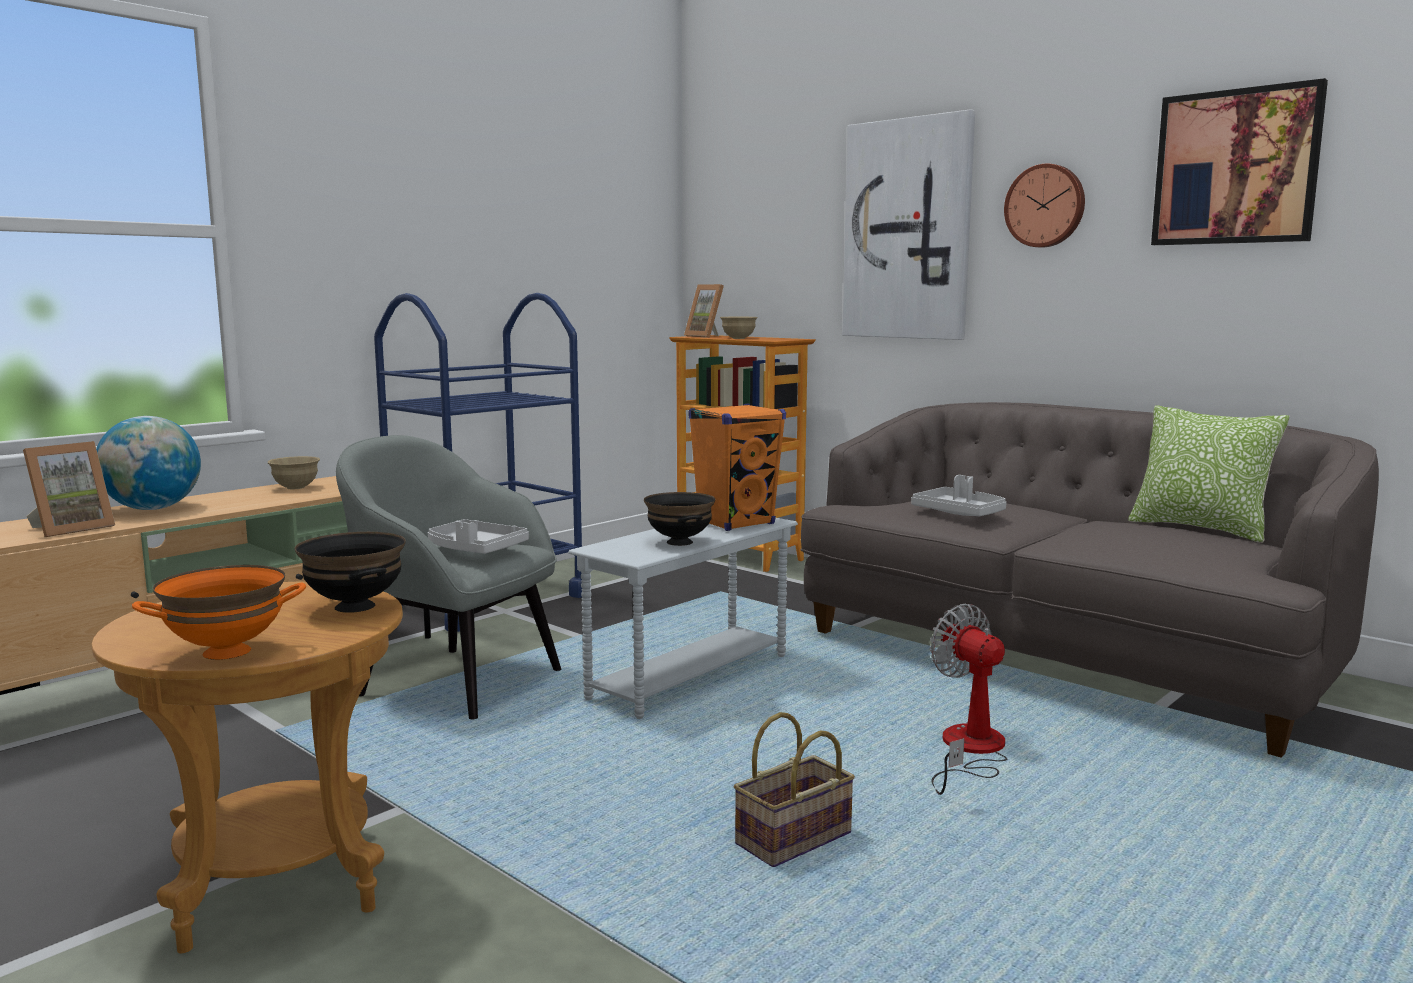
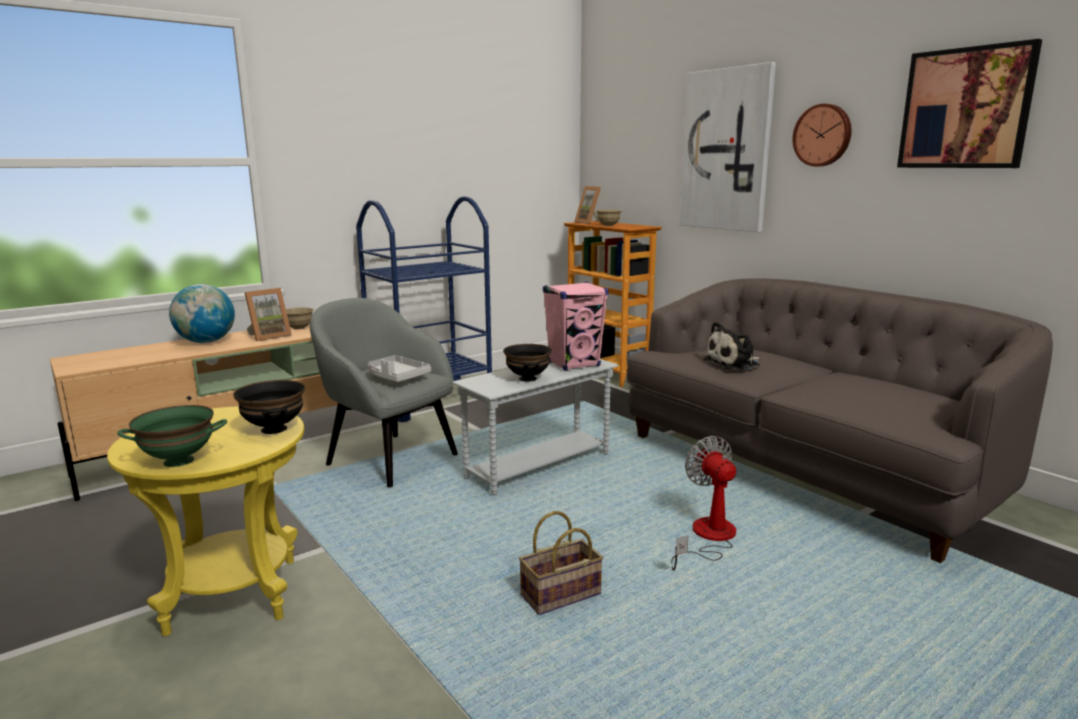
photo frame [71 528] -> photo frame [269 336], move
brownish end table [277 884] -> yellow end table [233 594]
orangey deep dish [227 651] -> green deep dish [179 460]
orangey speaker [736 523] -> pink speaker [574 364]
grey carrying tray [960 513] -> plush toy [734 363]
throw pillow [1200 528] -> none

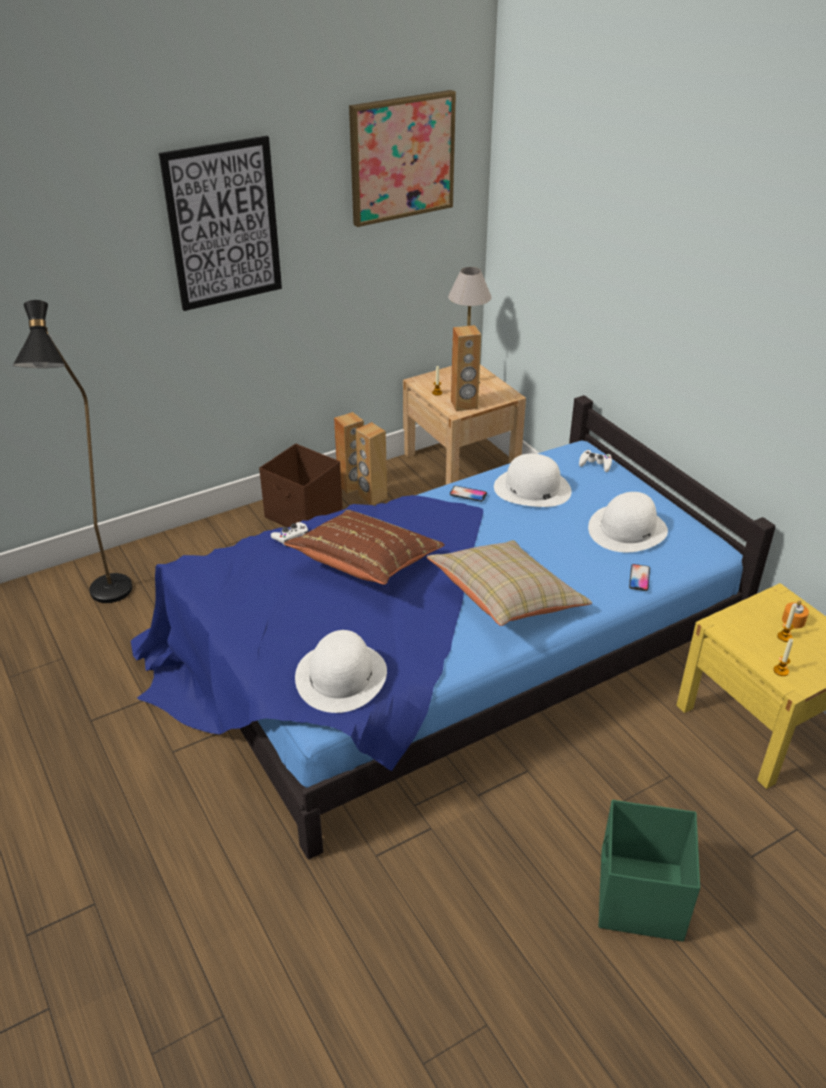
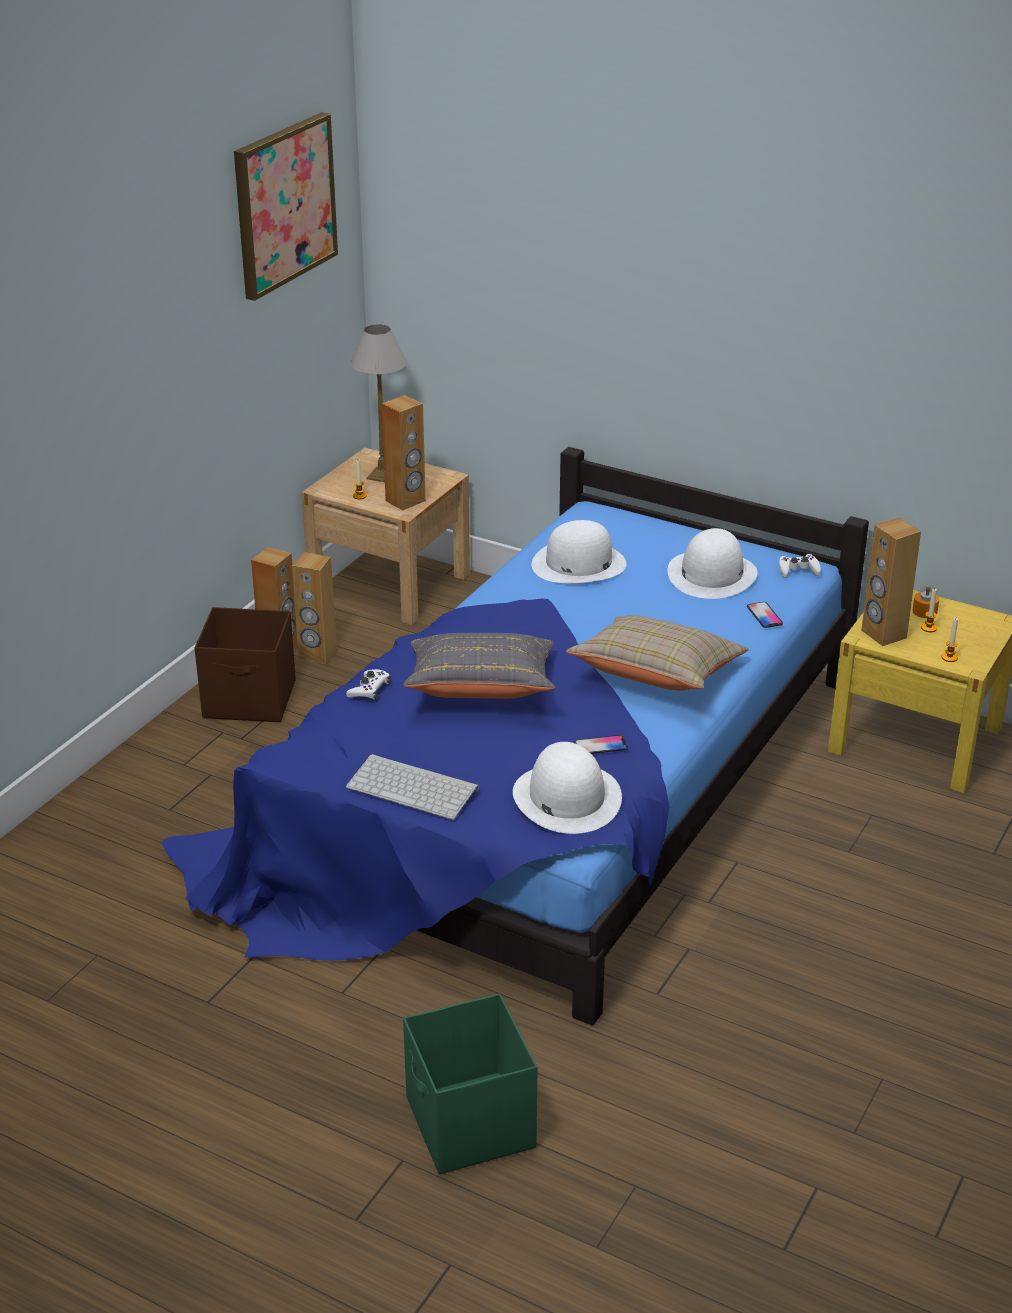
blackish floor lamp [109 600] -> none
wall picture [223 224] -> none
brownish throw pillow [366 564] -> grey throw pillow [481 690]
handset [468 494] -> handset [600 746], move
whitish gamepad [595 464] -> whitish gamepad [798 570], move
green storage container [639 898] -> green storage container [470 1125], move
none -> computer keyboard [414 787]
none -> brownish speaker [883 634]

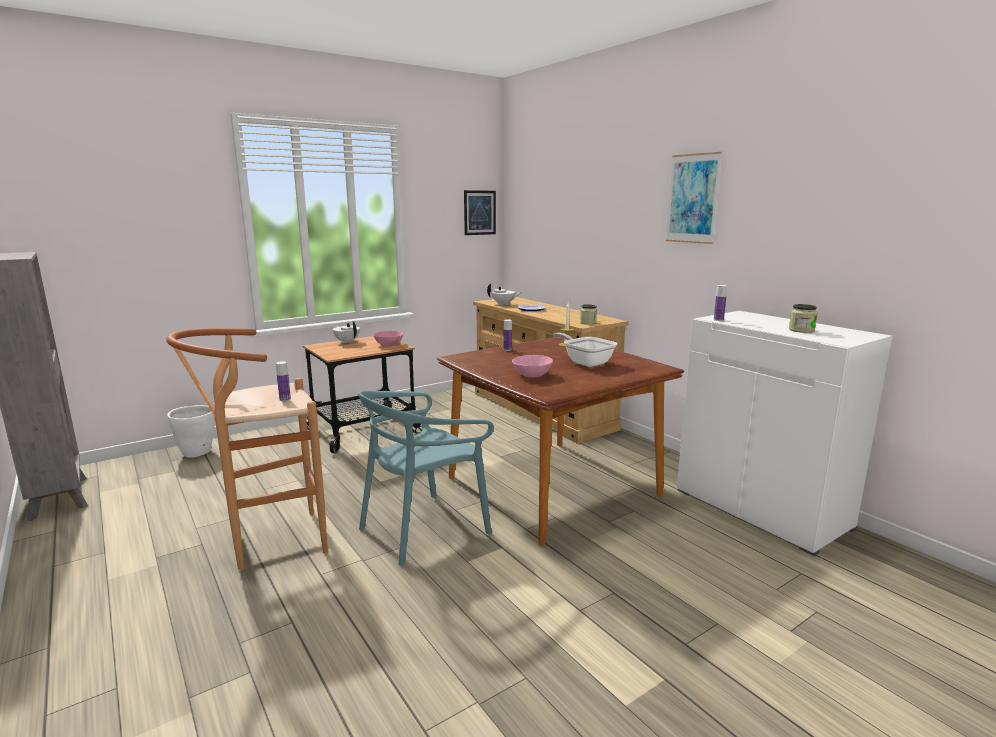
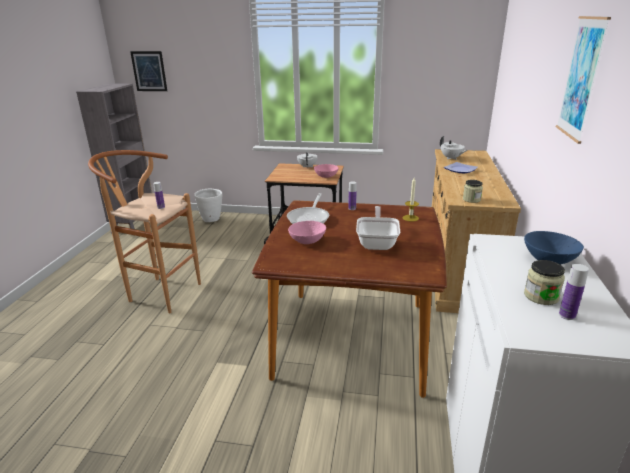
blue-green plain chair [424 528] -> none
wall picture [479 212] -> wall picture [149 71], move
beverage bottle [718 320] -> beverage bottle [567 315], move
none -> pan [309 218]
none -> blue deep dish [549 259]

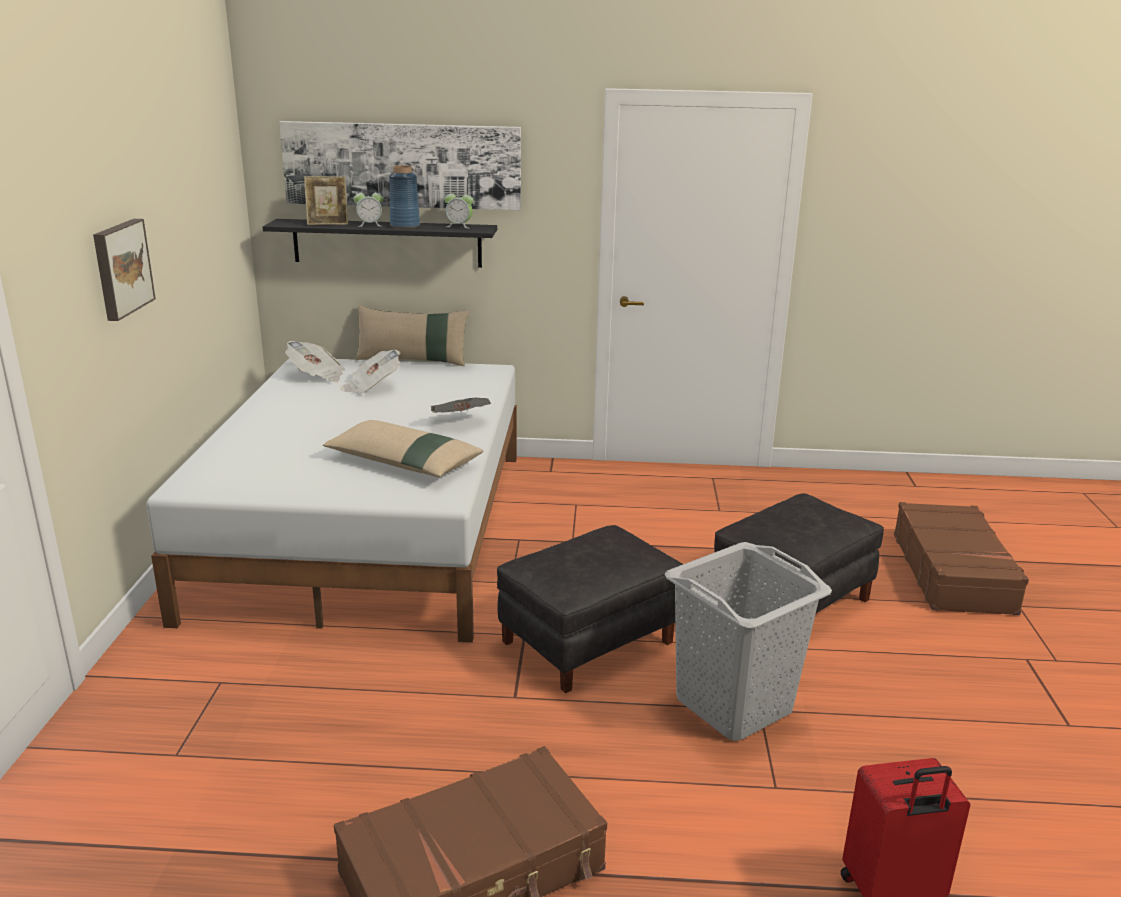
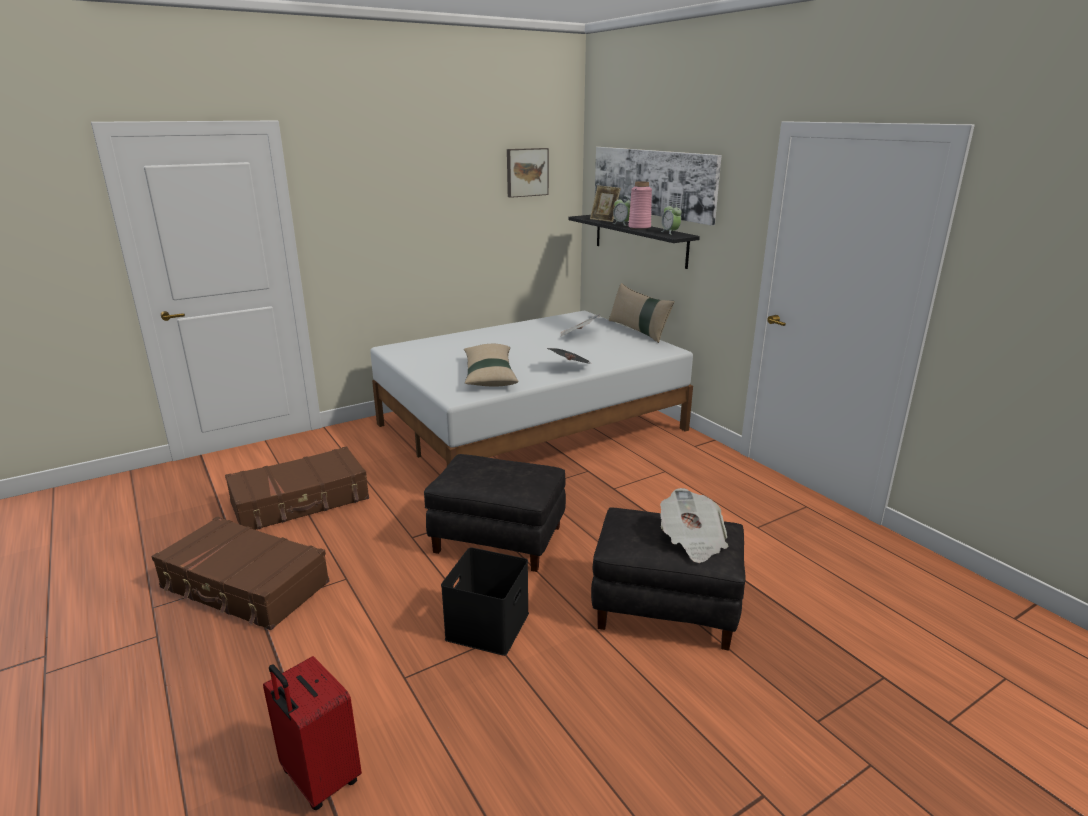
wall picture [121 268] -> wall picture [526 172], move
daily paper [317 376] -> daily paper [692 541], move
blue flower vase [405 226] -> pink flower vase [639 227]
grey laundry basket [732 705] -> blackish storage container [487 624]
brownish suitcase [953 572] -> brownish suitcase [301 501], move

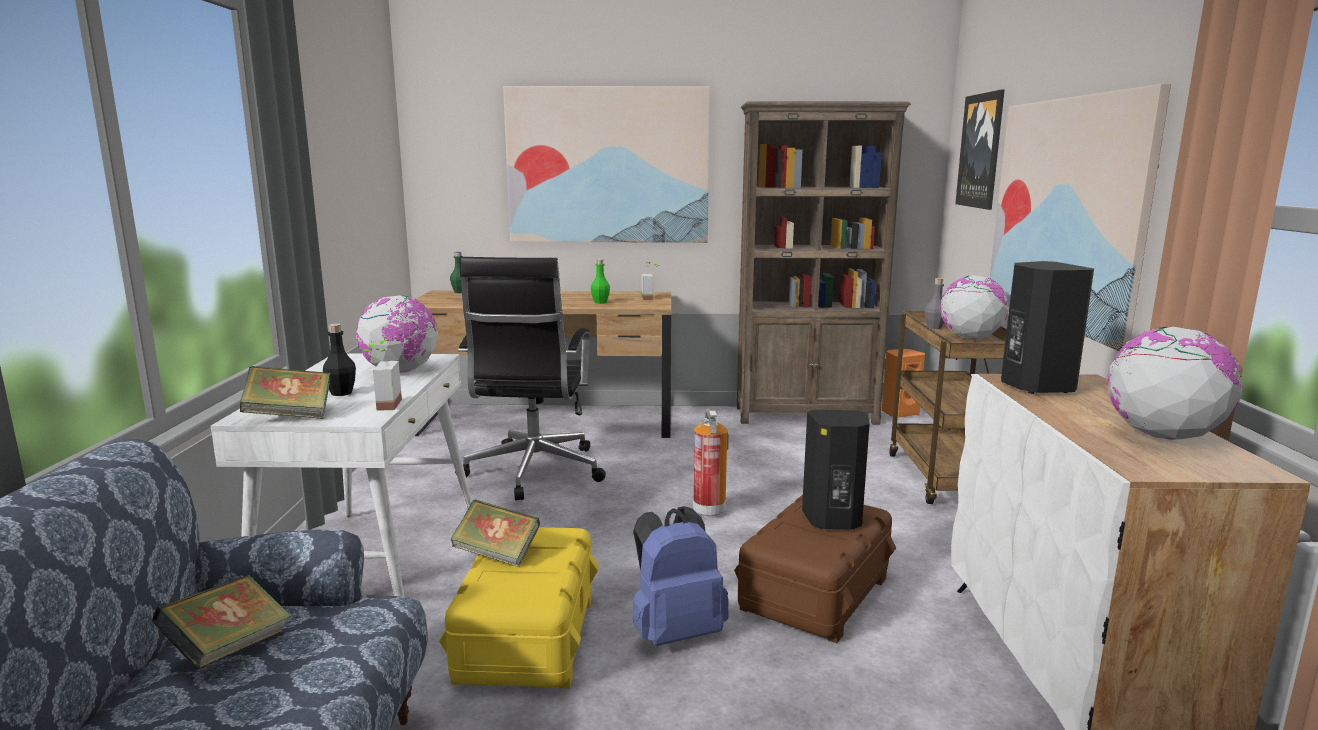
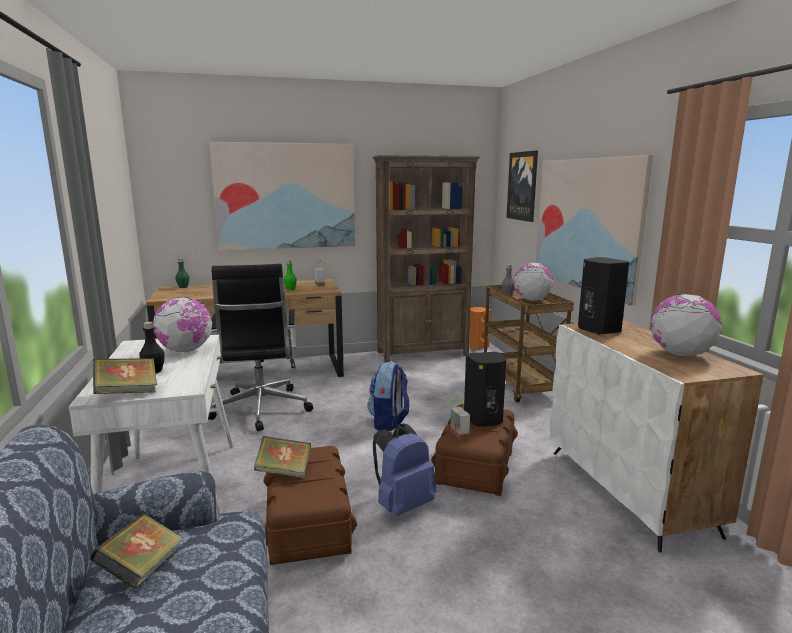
plant in a pot [381 405] -> plant in a pot [455 435], move
yellow storage container [528 638] -> brownish storage container [309 524]
extinguisher [708 511] -> knapsack [389 422]

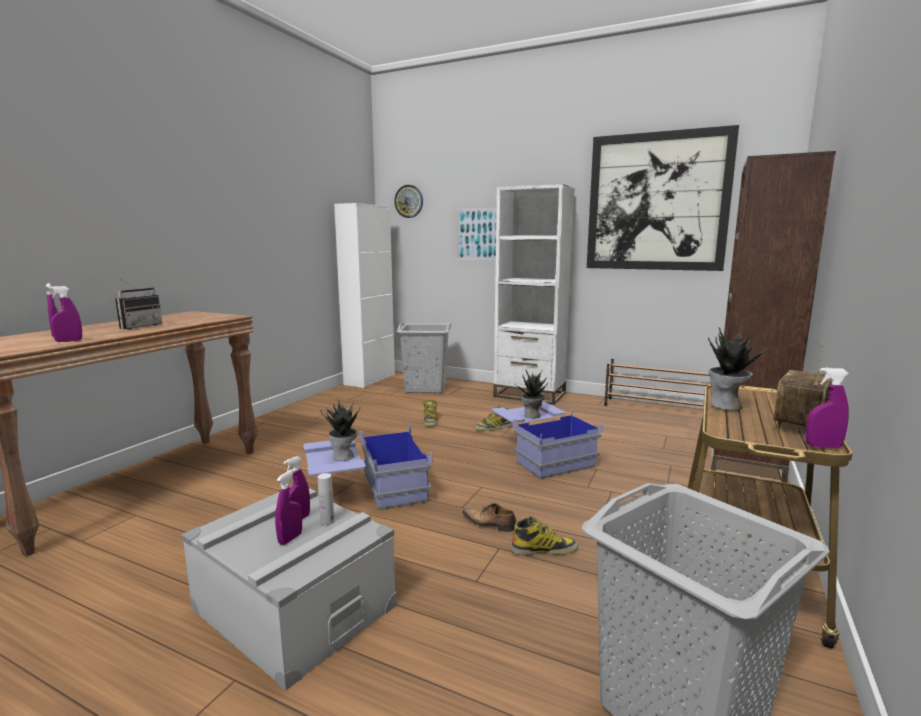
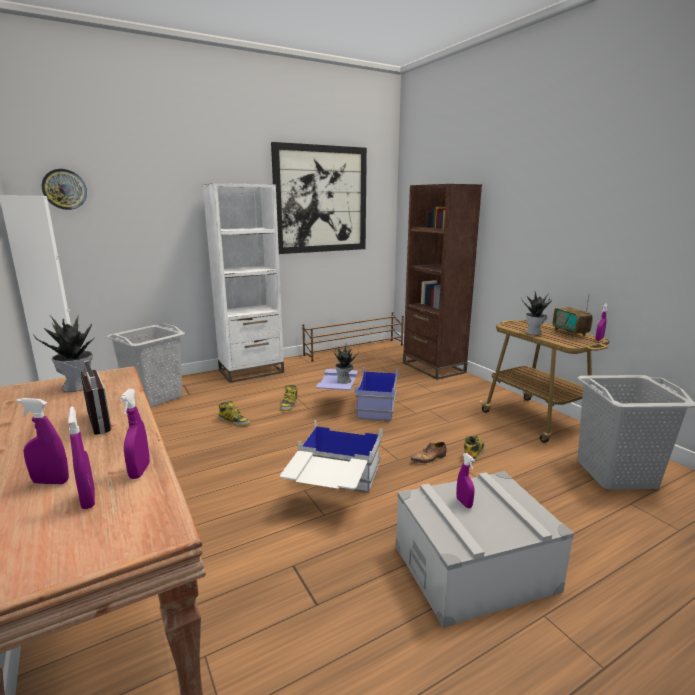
purplish hand sprayer [290 539] -> purplish hand sprayer [88 500], move
blue storage container [366 493] -> whitish storage container [333 490]
whitish beverage bottle [327 521] -> none
plant in a pot [344 457] -> plant in a pot [78 386], move
wall picture [478 234] -> none

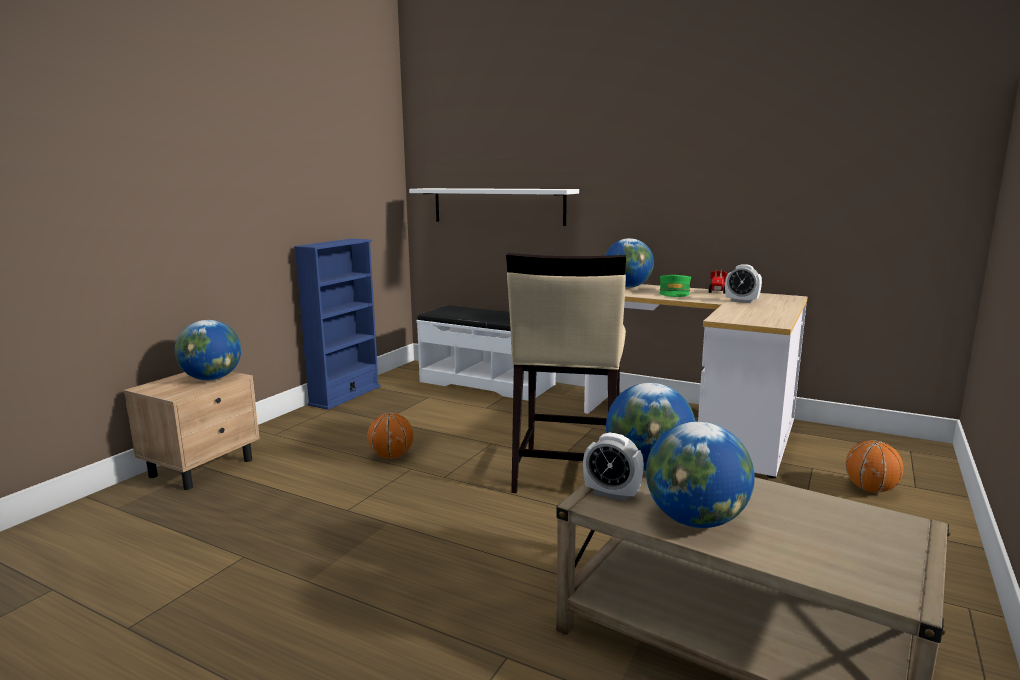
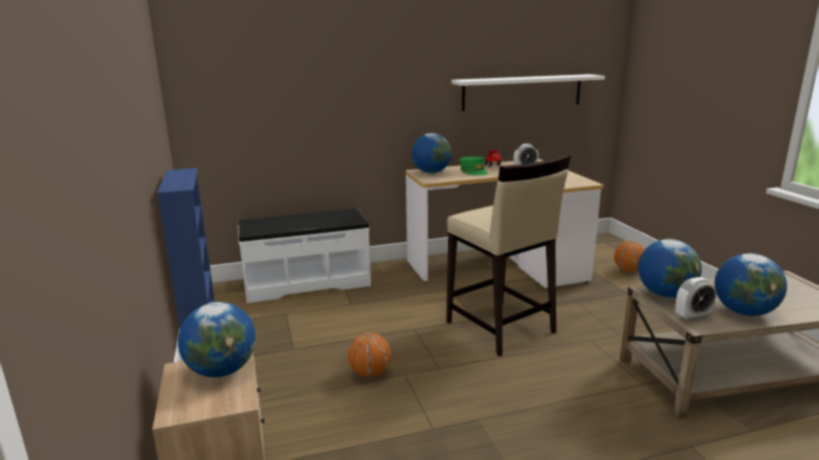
whitish shelf [498 206] -> whitish shelf [522 92], move

